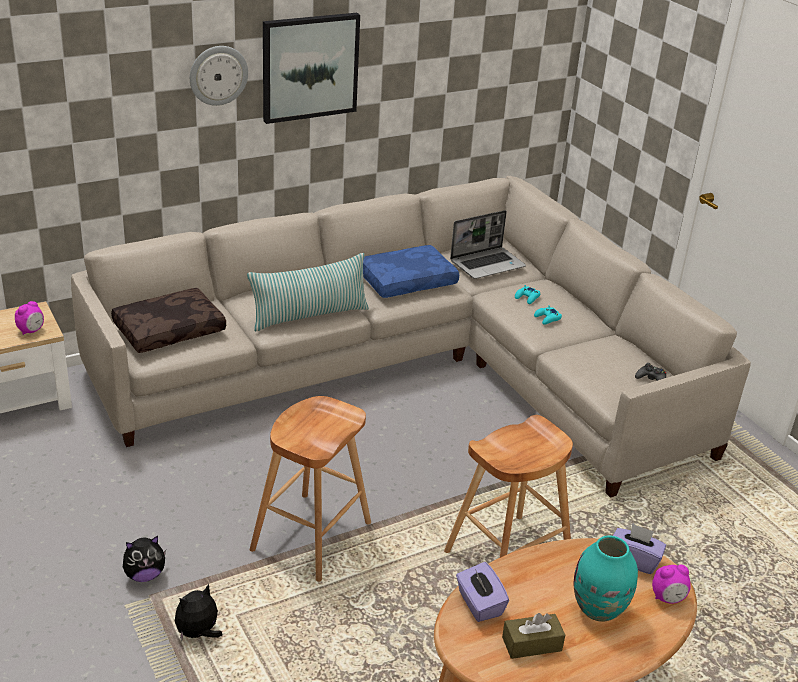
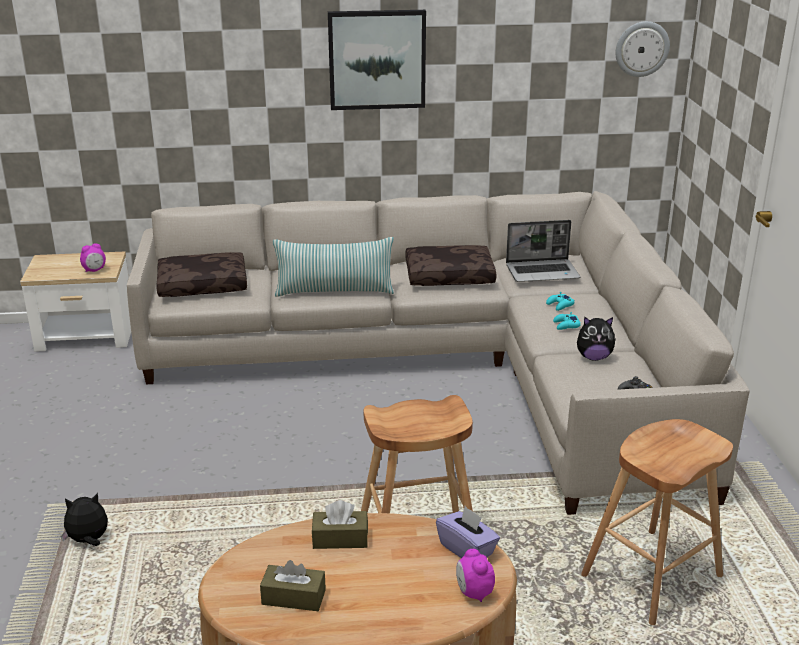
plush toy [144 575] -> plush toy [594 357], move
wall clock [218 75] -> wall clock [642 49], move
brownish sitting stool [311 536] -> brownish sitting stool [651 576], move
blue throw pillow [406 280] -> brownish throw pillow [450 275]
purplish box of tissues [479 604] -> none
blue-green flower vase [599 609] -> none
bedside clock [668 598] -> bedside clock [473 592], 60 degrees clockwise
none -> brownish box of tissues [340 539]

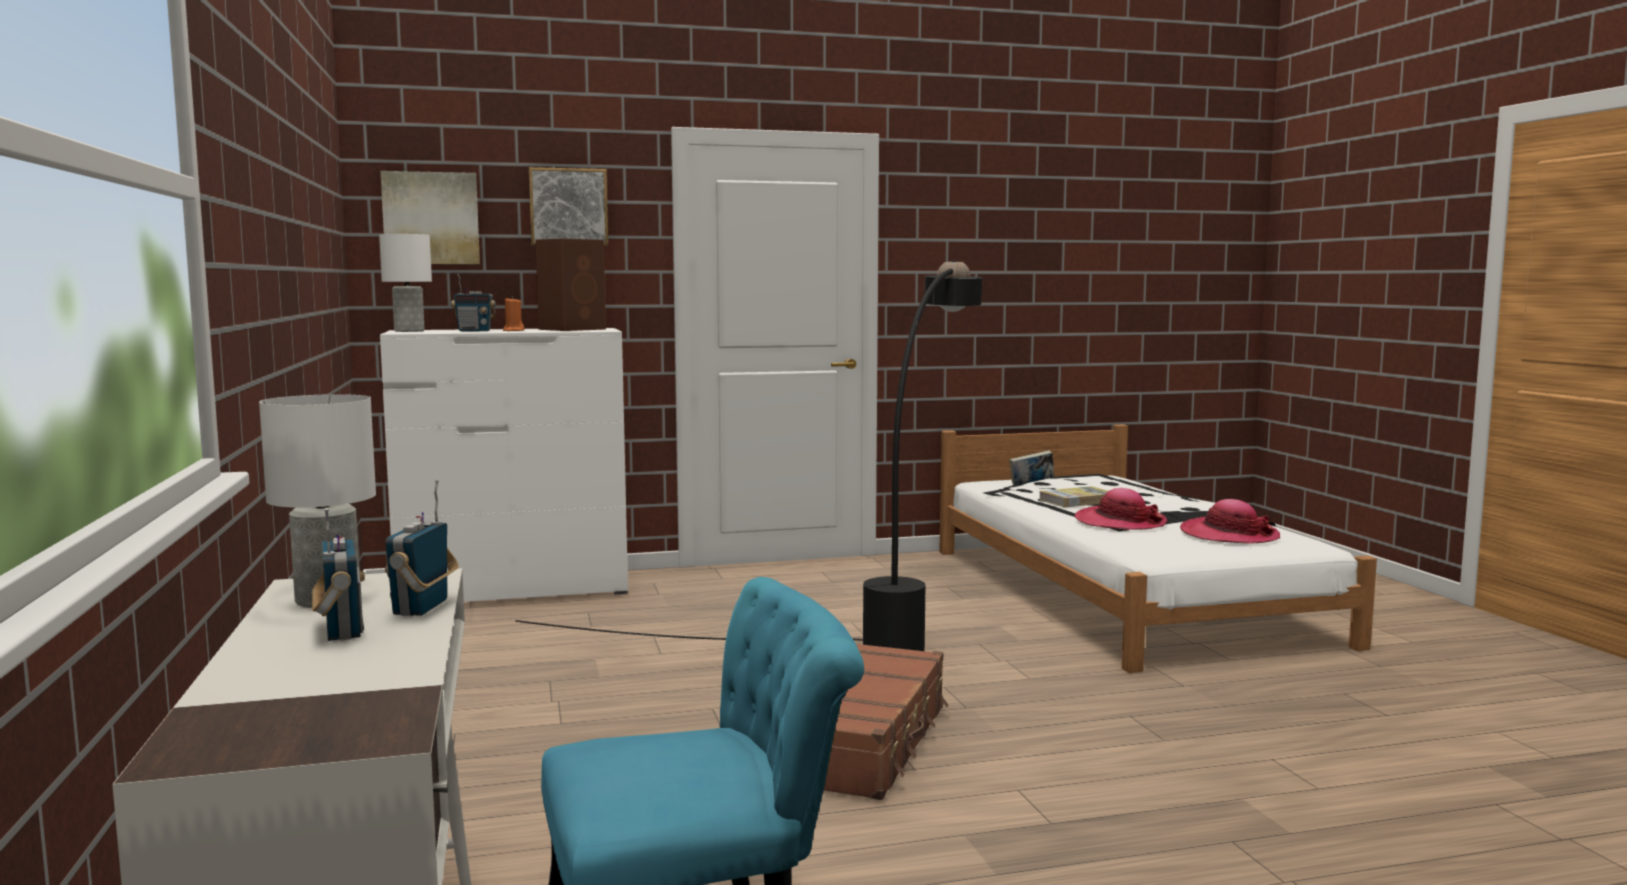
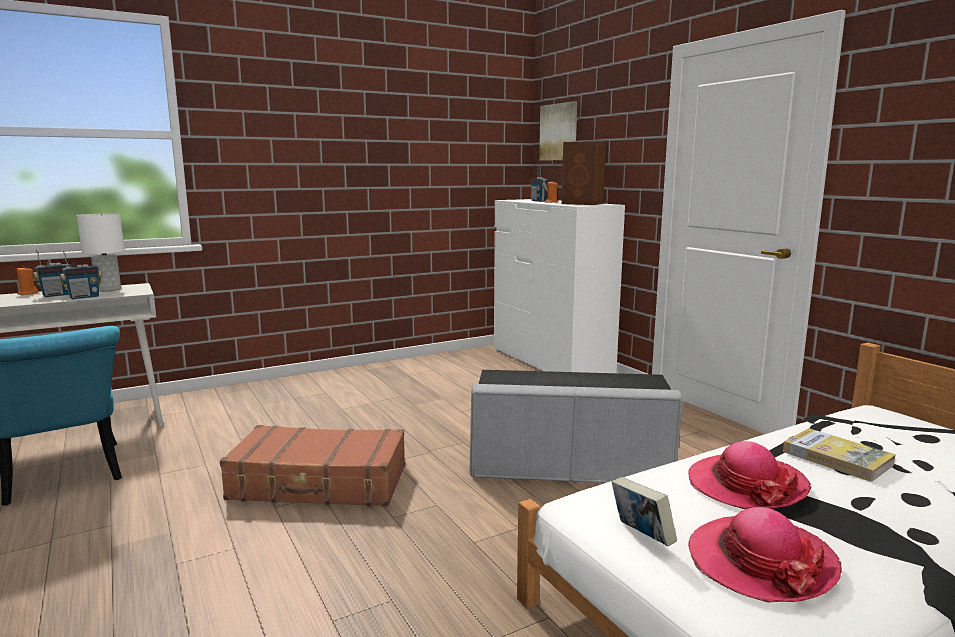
whitish table lamp [408 331] -> none
radio set [422 608] -> radio set [84 297], 150 degrees clockwise
blackish floor lamp [879 626] -> grey ottoman [570 467]
wall picture [568 207] -> none
book [1031 485] -> book [641 536], move
none -> orangey wax candle [27 293]

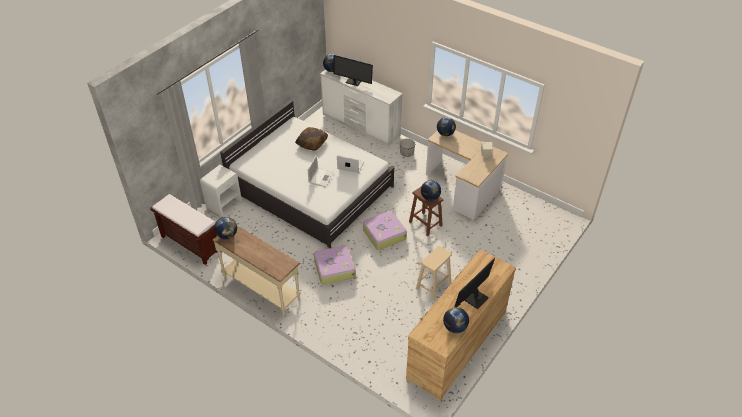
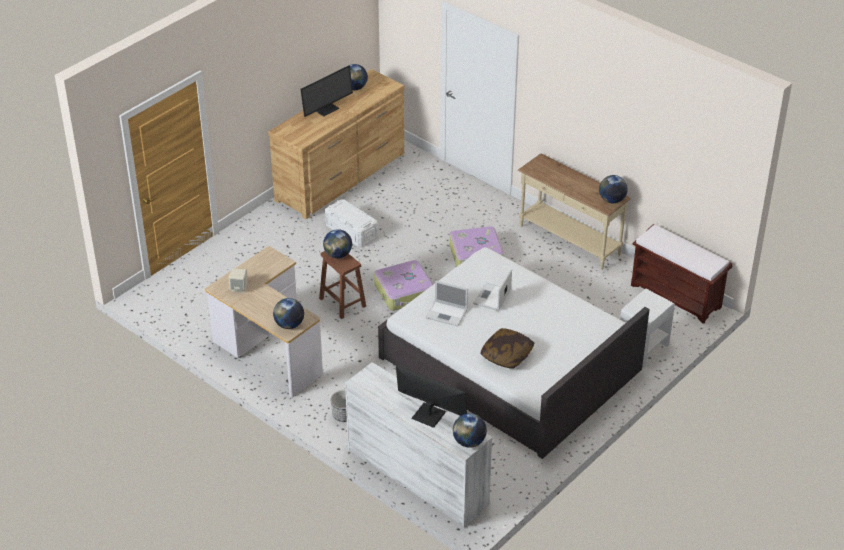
beige-coloured sitting stool [433 285] -> whitish storage container [351 231]

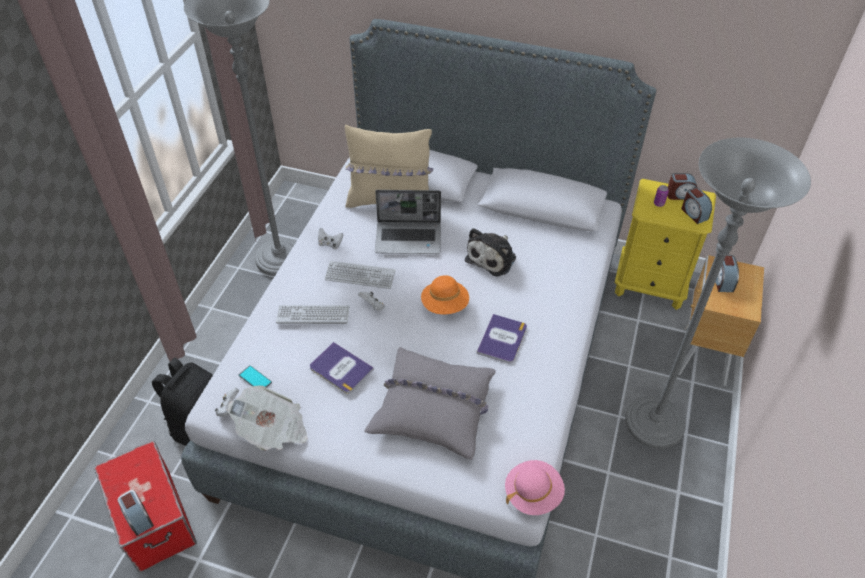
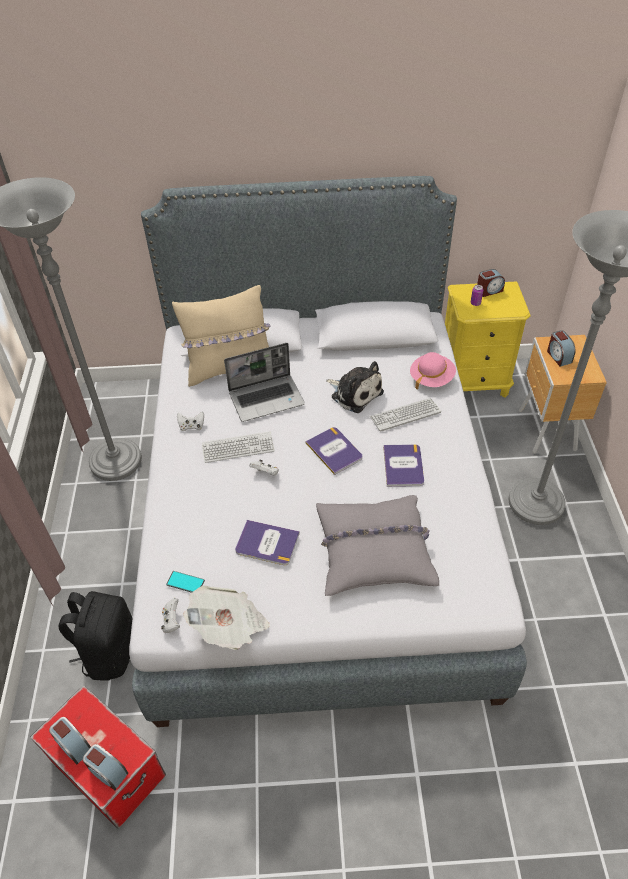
computer keyboard [313 315] -> computer keyboard [405 415], move
orangey wearable hat [445 305] -> book [334 451]
plush toy [493 257] -> plush toy [355 393], 60 degrees counterclockwise
pink wearable hat [533 494] -> pink wearable hat [431 378], move
bedside clock [694 213] -> bedside clock [73 745], move

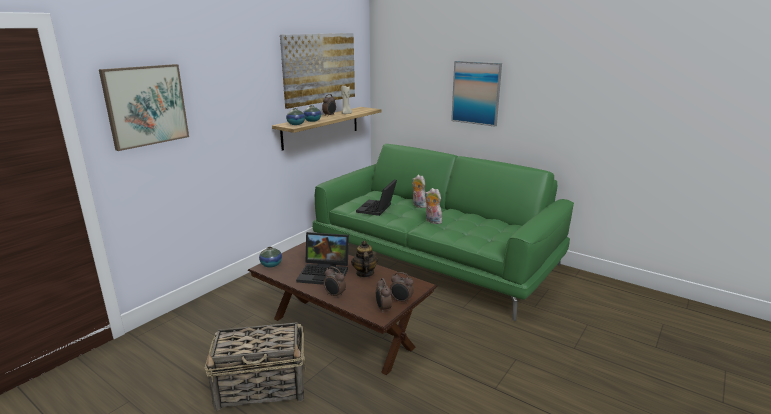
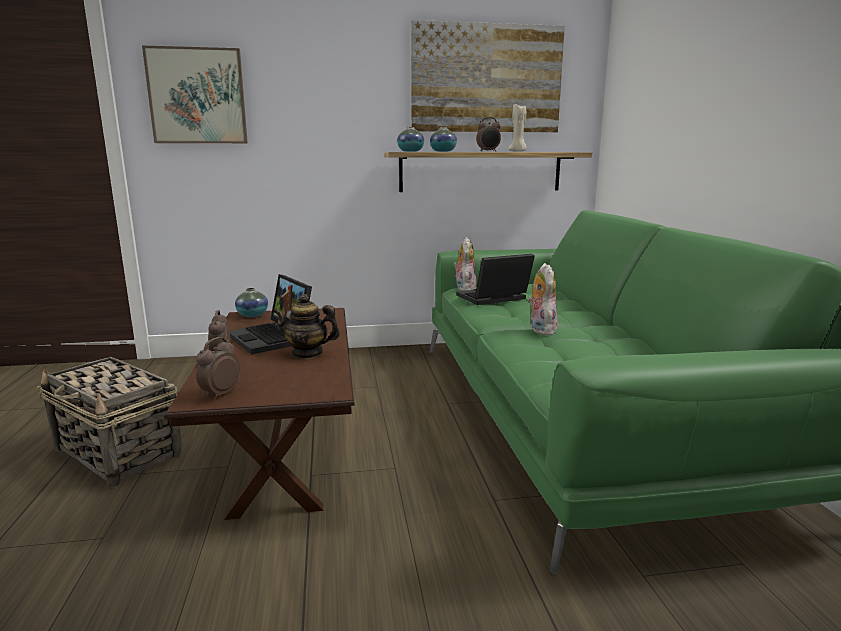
tea pot [364 273] -> tea pot [307 353], 120 degrees counterclockwise
bedside clock [401 301] -> none
plush toy [418 205] -> plush toy [464 288], move
wall picture [476 93] -> none

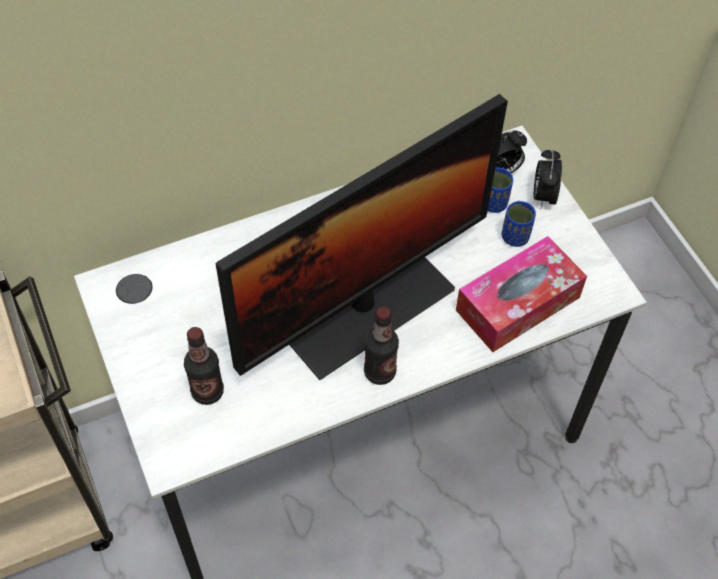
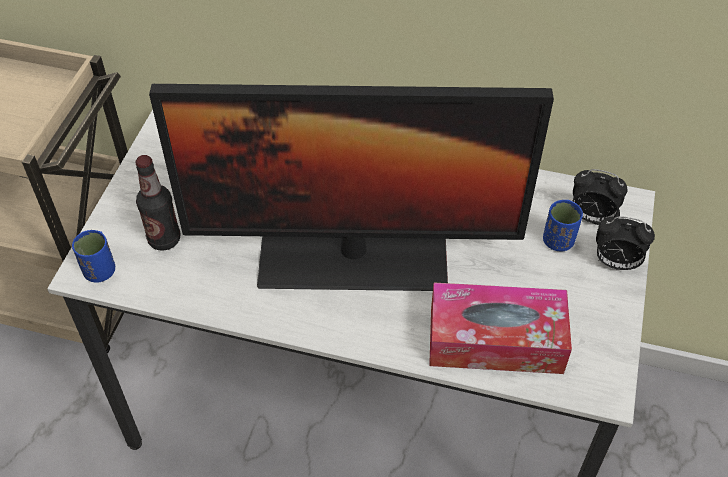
beverage bottle [379 372] -> none
blue drinking cup [515 237] -> blue drinking cup [99 271], move
bedside clock [543 196] -> bedside clock [615 263], 120 degrees counterclockwise

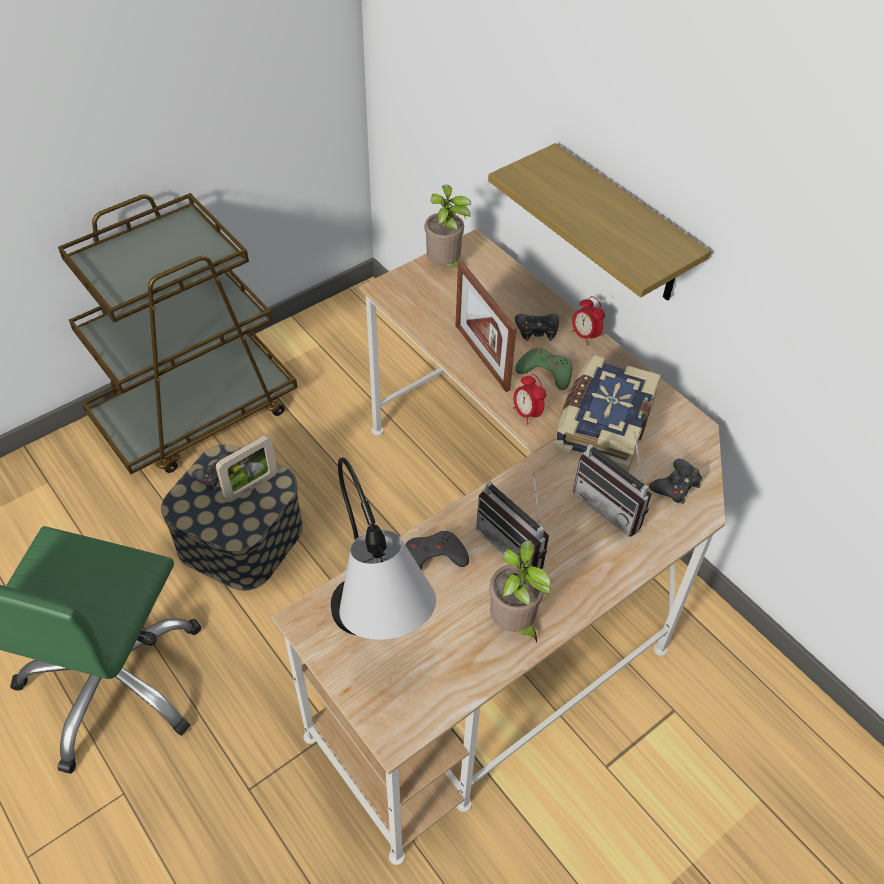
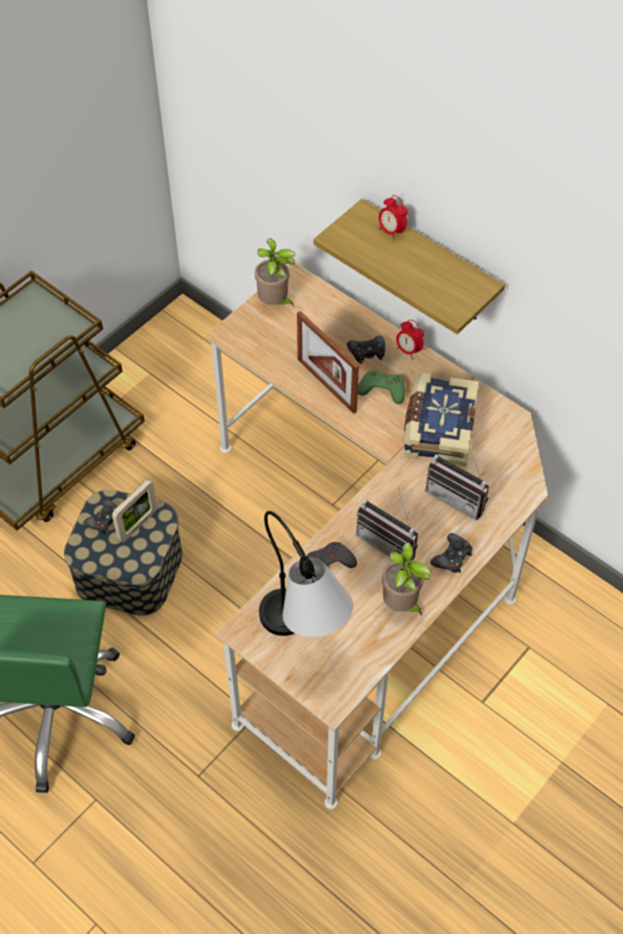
bedside clock [527 414] -> bedside clock [391 231], move
blackish gamepad [676 486] -> blackish gamepad [452 557], move

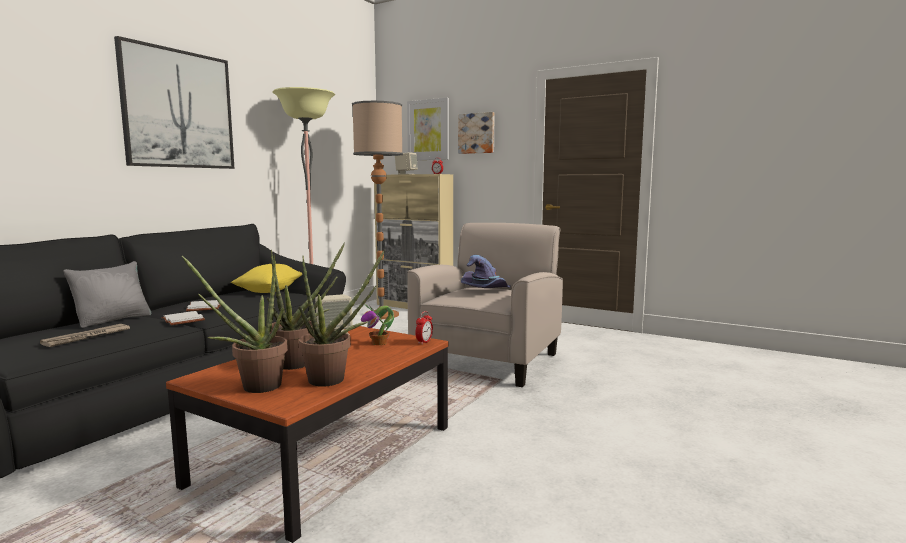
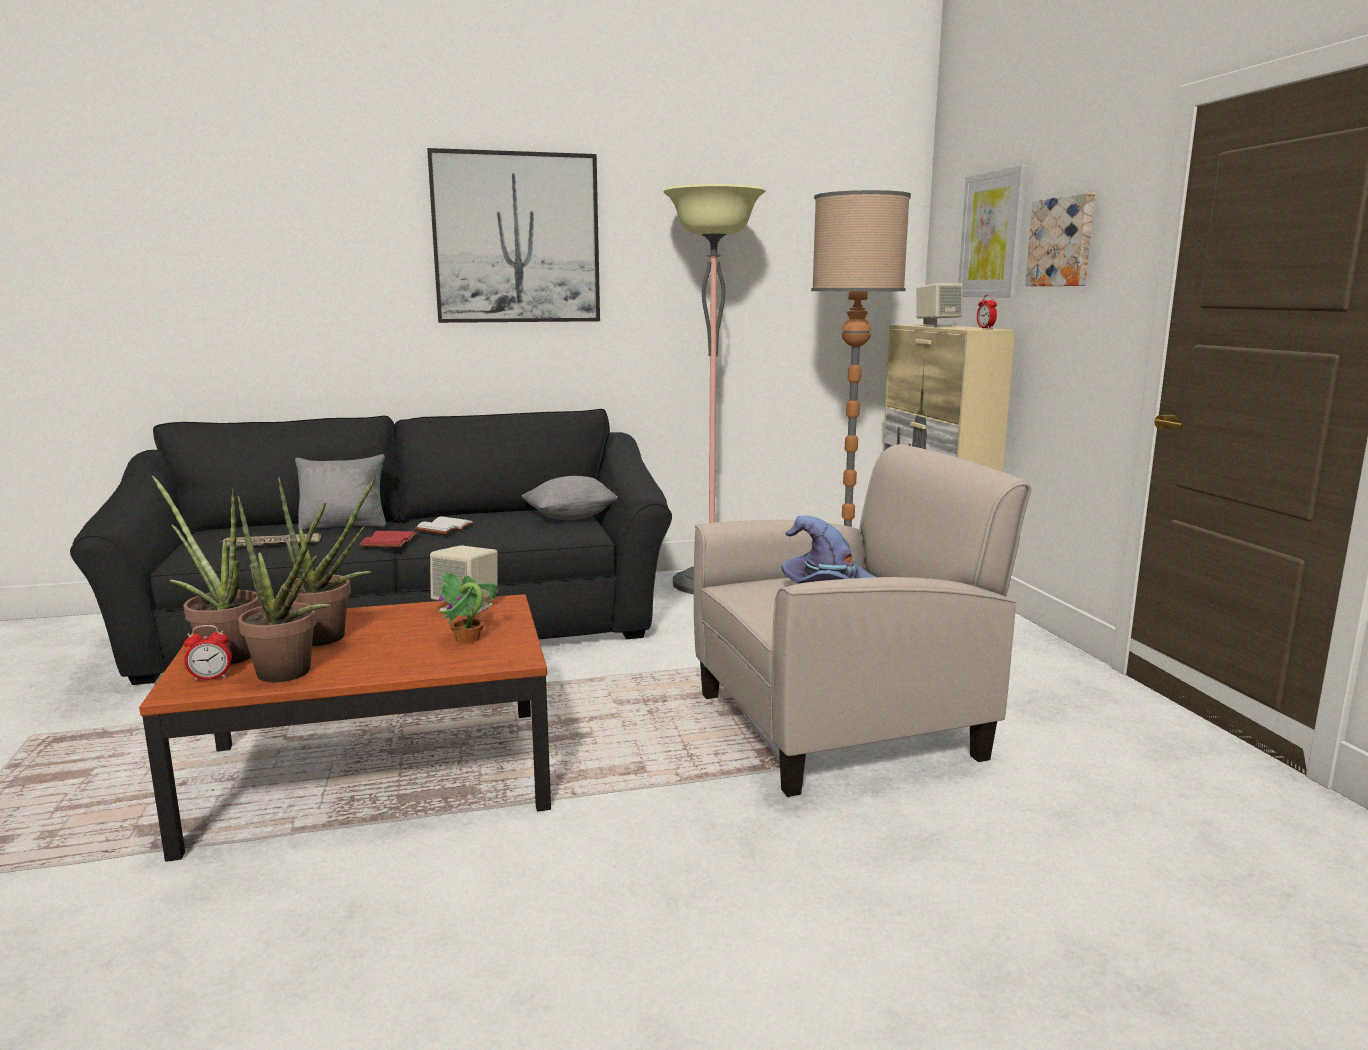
whitish book [181 320] -> red-coloured book [388 541]
yellow throw pillow [269 291] -> grey throw pillow [571 517]
bedside clock [424 342] -> bedside clock [211 678], move

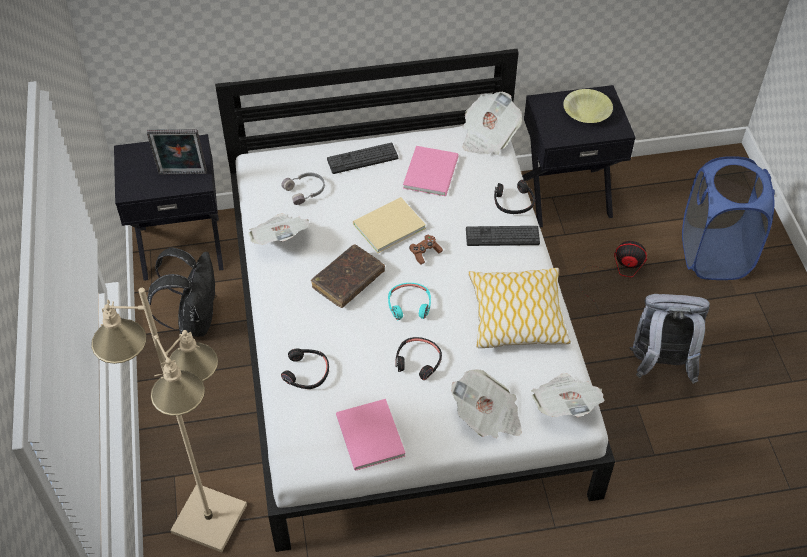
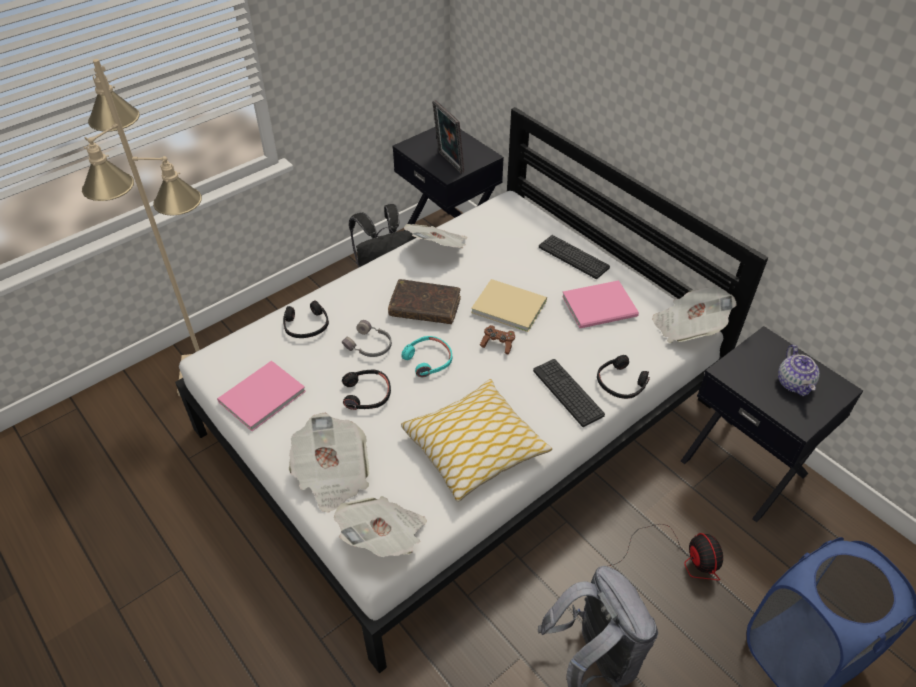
grey headset [305 191] -> grey headset [369 346], move
yellow deep dish [586 112] -> tea pot [794 383]

